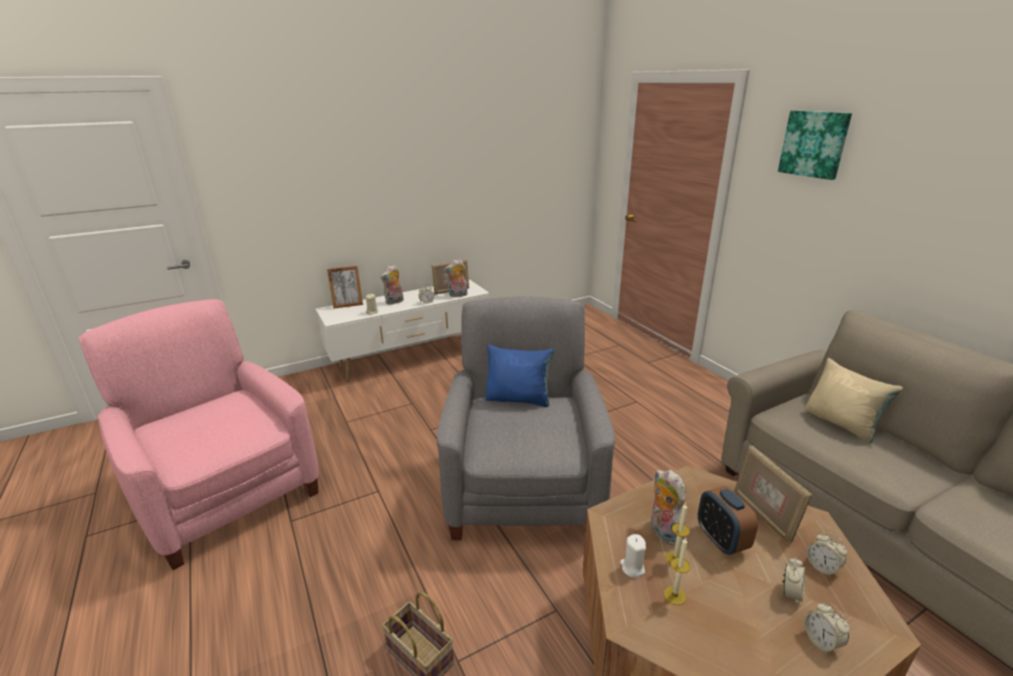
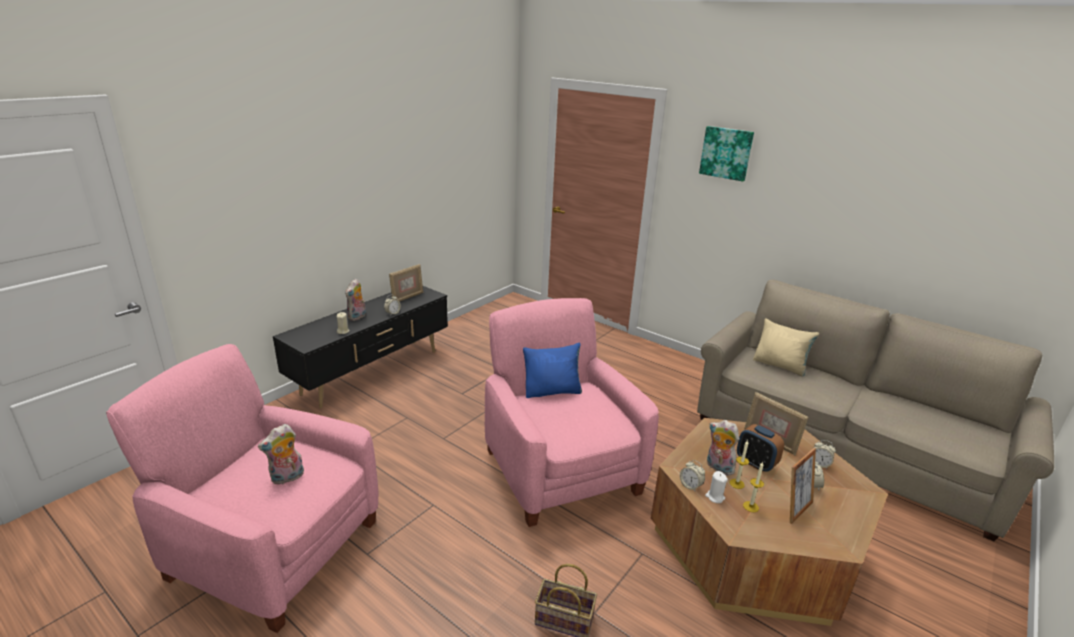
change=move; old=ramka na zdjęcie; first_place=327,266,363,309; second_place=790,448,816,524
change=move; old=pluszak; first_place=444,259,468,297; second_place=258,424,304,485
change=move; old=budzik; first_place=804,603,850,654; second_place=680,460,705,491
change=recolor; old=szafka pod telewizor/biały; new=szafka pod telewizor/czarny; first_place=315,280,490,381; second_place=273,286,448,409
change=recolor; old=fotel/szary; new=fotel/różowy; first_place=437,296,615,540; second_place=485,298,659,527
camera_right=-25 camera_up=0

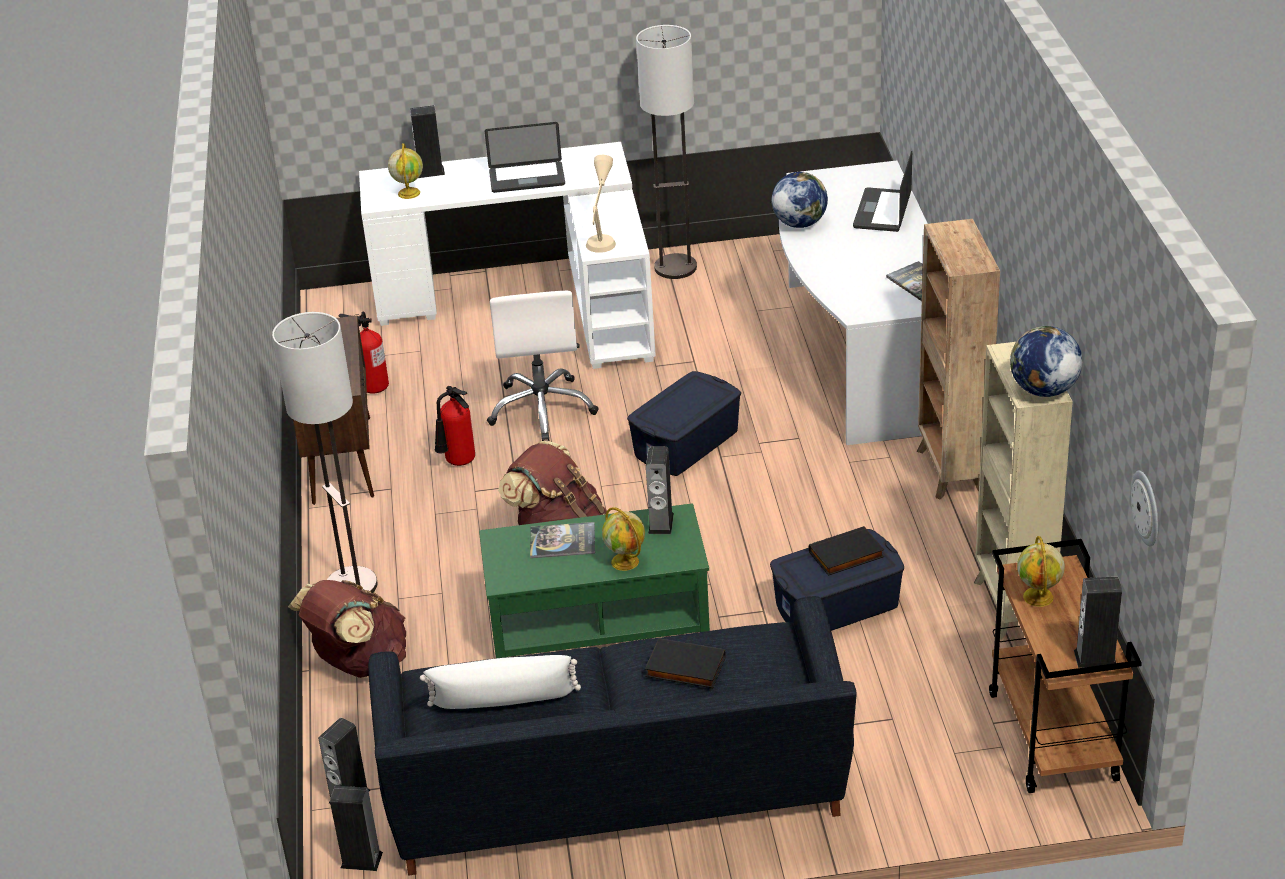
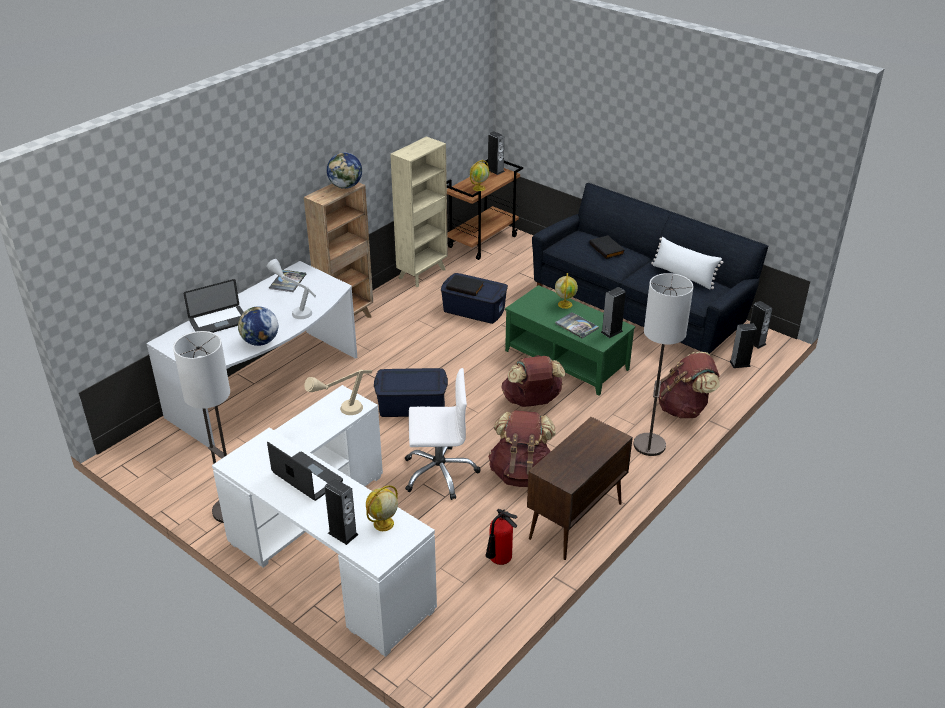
change=delete; old=zegar ścienny; first_place=1131,471,1158,546
change=insert; new=lampa stołowa/szary; second_place=266,259,316,319
change=move; old=głośnik; first_place=646,446,674,534; second_place=601,287,626,338
change=move; old=globus; first_place=1010,326,1083,397; second_place=327,152,362,189
change=replace; old=gaśnica; new=plecak/brązowy; first_place=435,386,475,466; second_place=488,410,556,487
change=rotate; old=krzesło biurowe/biały; first_place=487,291,599,441; second_place=405,368,481,500; degrees=45
camera_right=-135 camera_up=0

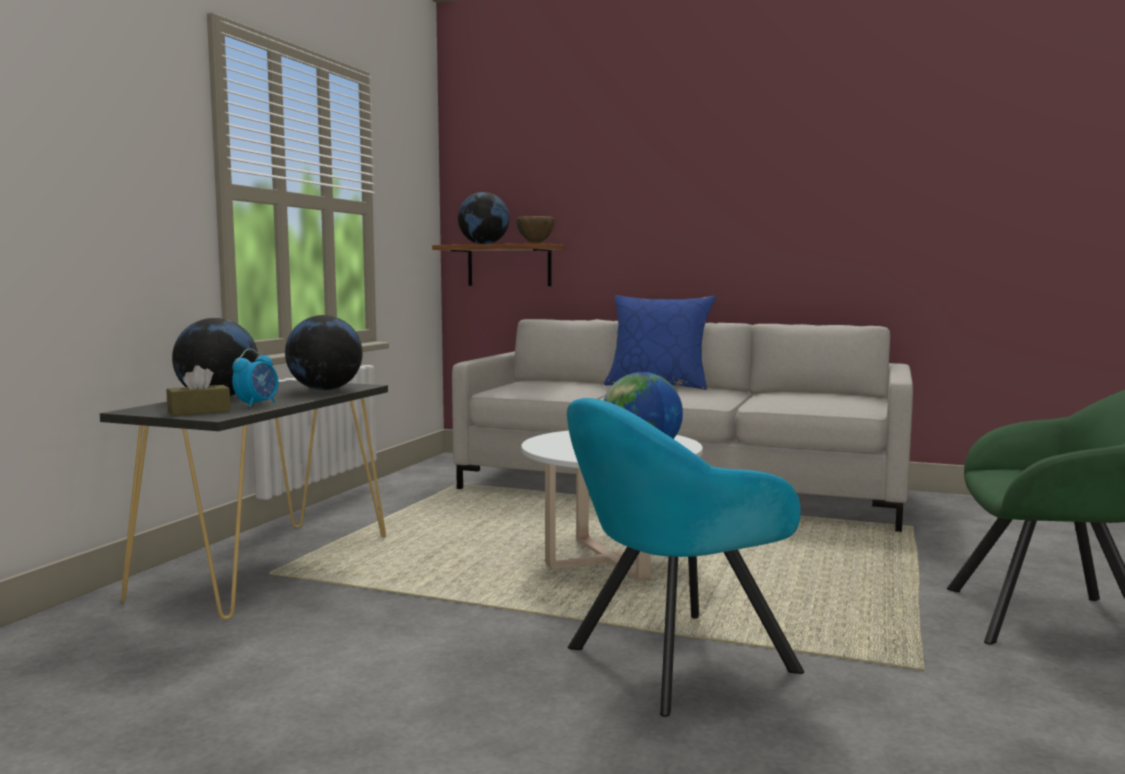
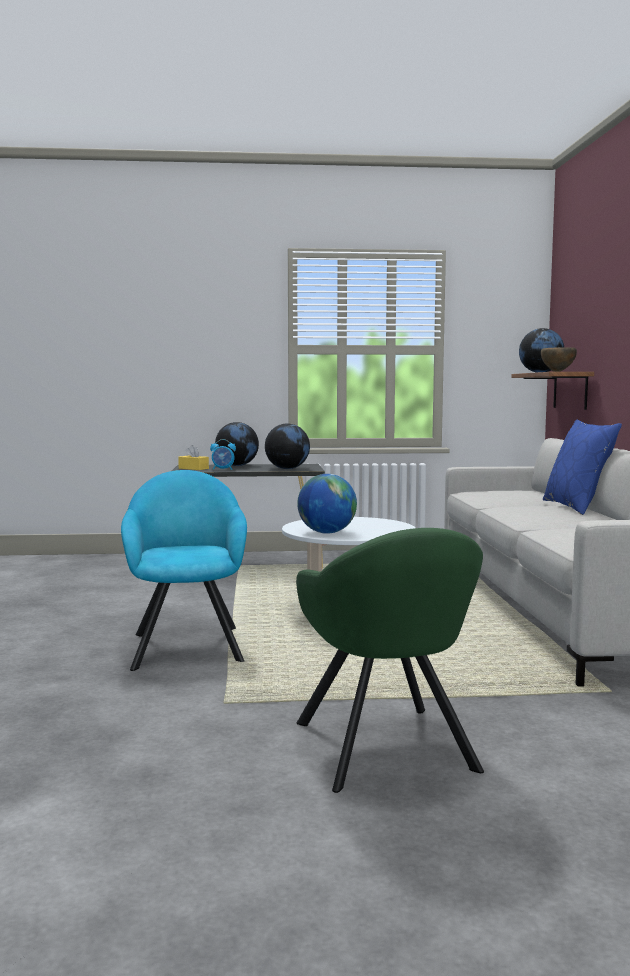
change=recolor; old=pudełko chusteczek/brązowy; new=pudełko chusteczek/żółty; first_place=167,365,231,416; second_place=178,445,209,470
change=rotate; old=fotel/turkusowy; first_place=567,398,804,717; second_place=121,470,247,671; degrees=45
camera_right=65 camera_up=0

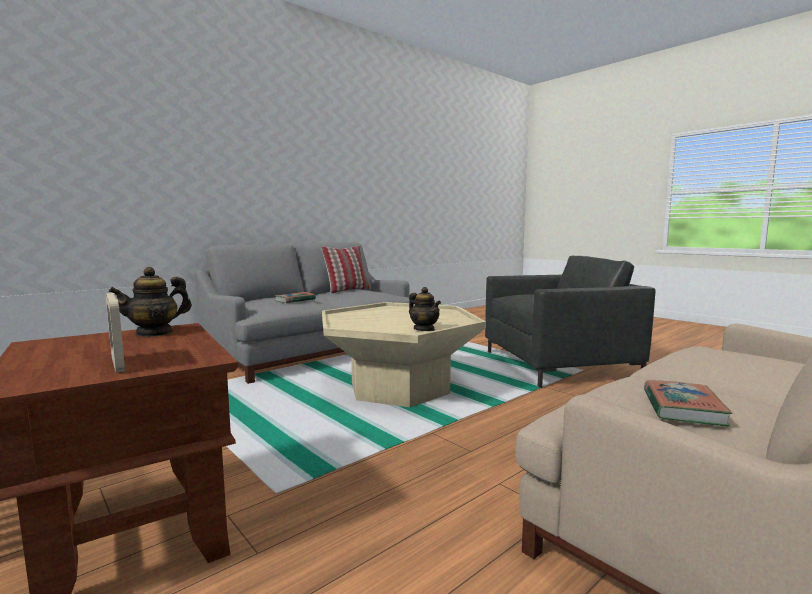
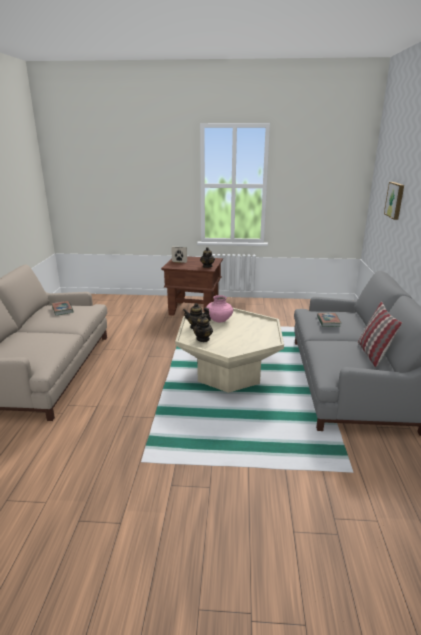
change=delete; old=fotel/szary; first_place=485,256,656,388
change=insert; new=imbryk; second_place=193,314,213,342
change=insert; new=wazon/różowy; second_place=206,295,233,322
change=insert; new=obraz; second_place=384,182,404,220
camera_right=135 camera_up=15

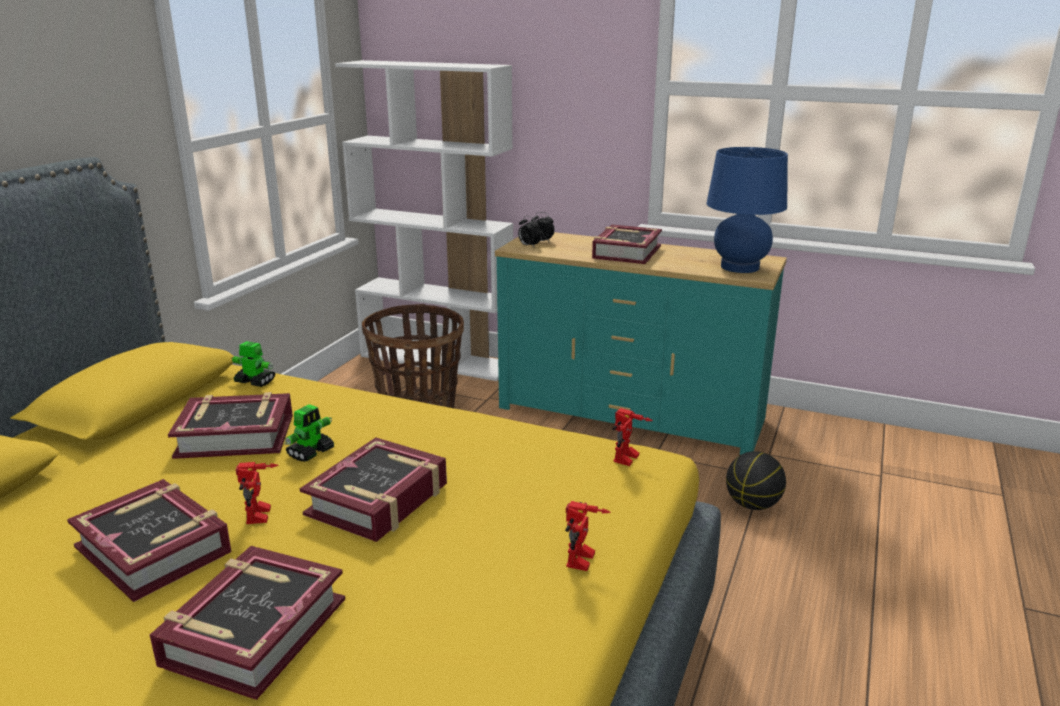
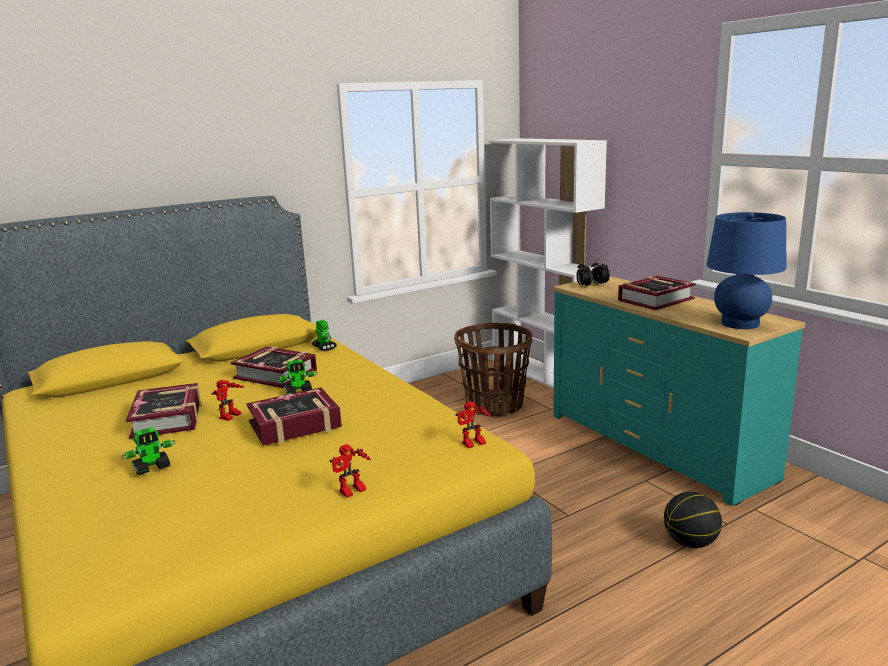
change=replace; old=książka; new=robot zabawkowy; first_place=150,546,345,700; second_place=122,427,176,475
camera_right=35 camera_up=-5

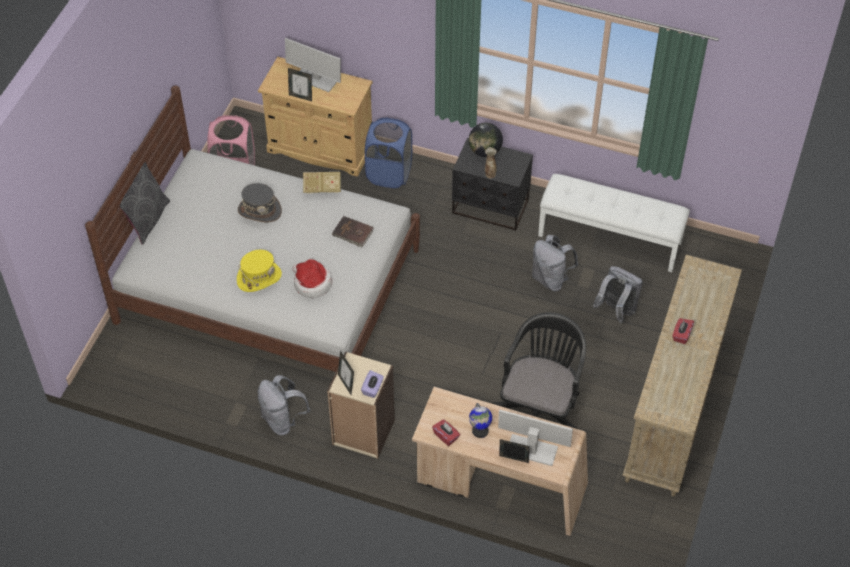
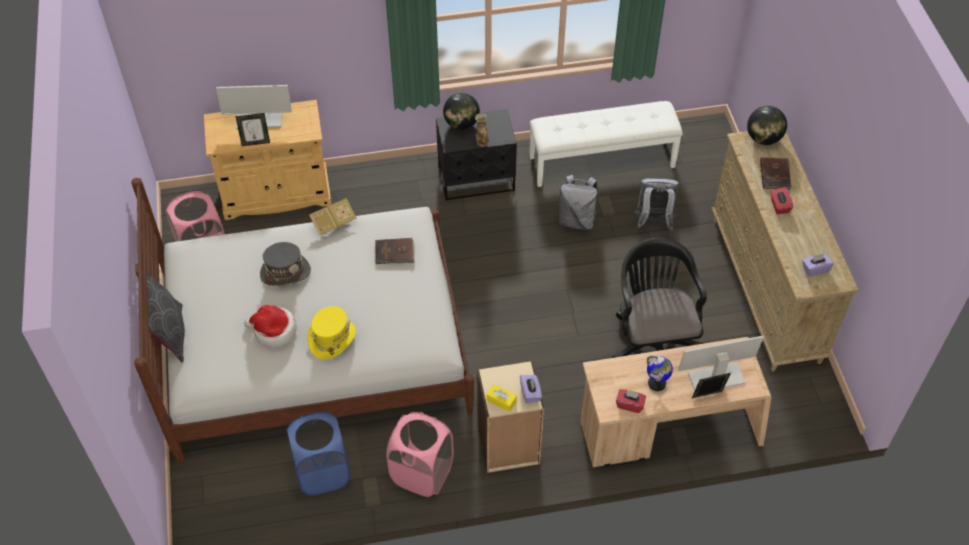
change=insert; new=globus; second_place=747,106,787,145
change=insert; new=książka/brązowy; second_place=760,157,792,190
change=insert; new=pudełko chusteczek/fioletowy; second_place=802,253,834,276
change=move; old=kapelusz; first_place=292,259,332,298; second_place=244,305,297,348
change=move; old=kosz na pranie/niebieski; first_place=365,117,412,188; second_place=286,412,350,496
change=replace; old=plecak/szary; new=kosz na pranie/różowy; first_place=258,375,311,435; second_place=387,412,454,497
change=replace; old=ramka na zdjęcie; new=pudełko chusteczek/żółty; first_place=338,351,354,395; second_place=486,384,517,412
camera_right=-30 camera_up=0

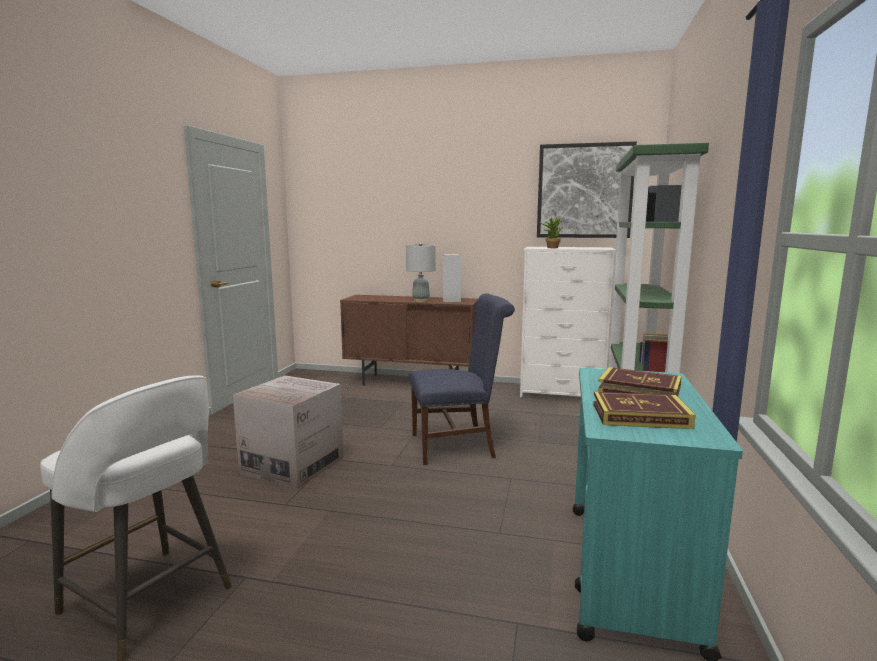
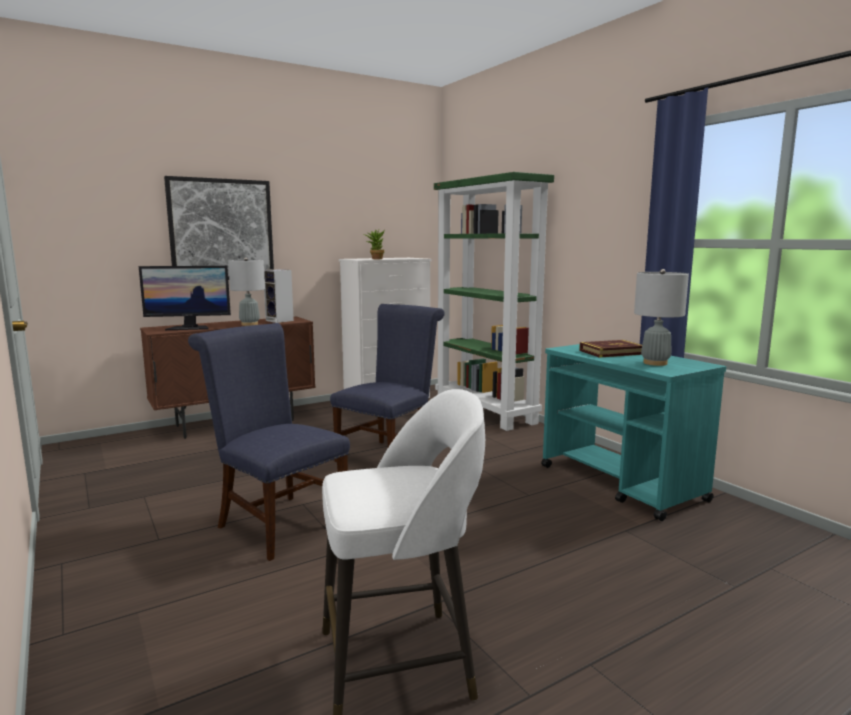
change=insert; new=monitor; second_place=139,266,231,330
change=move; old=obraz; first_place=537,141,637,238; second_place=164,176,274,280
change=replace; old=karton; new=krzesło/niebieski; first_place=233,375,344,489; second_place=188,323,350,561
change=replace; old=książka; new=lampa stołowa/szary; first_place=593,392,695,429; second_place=634,269,689,366
camera_right=-45 camera_up=0

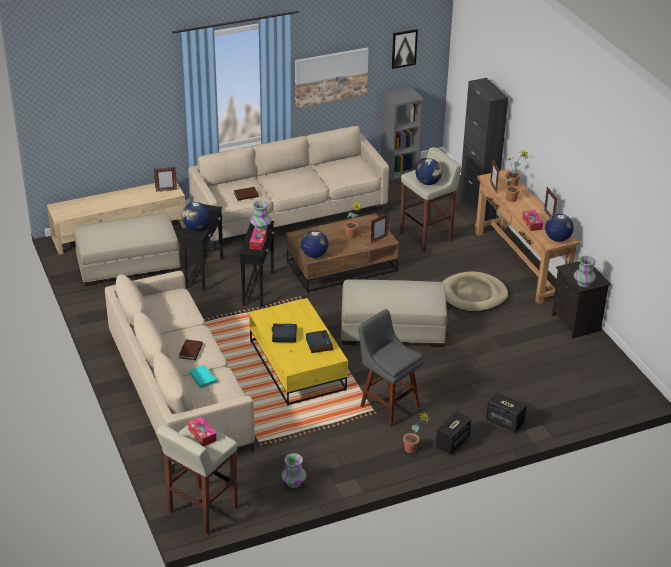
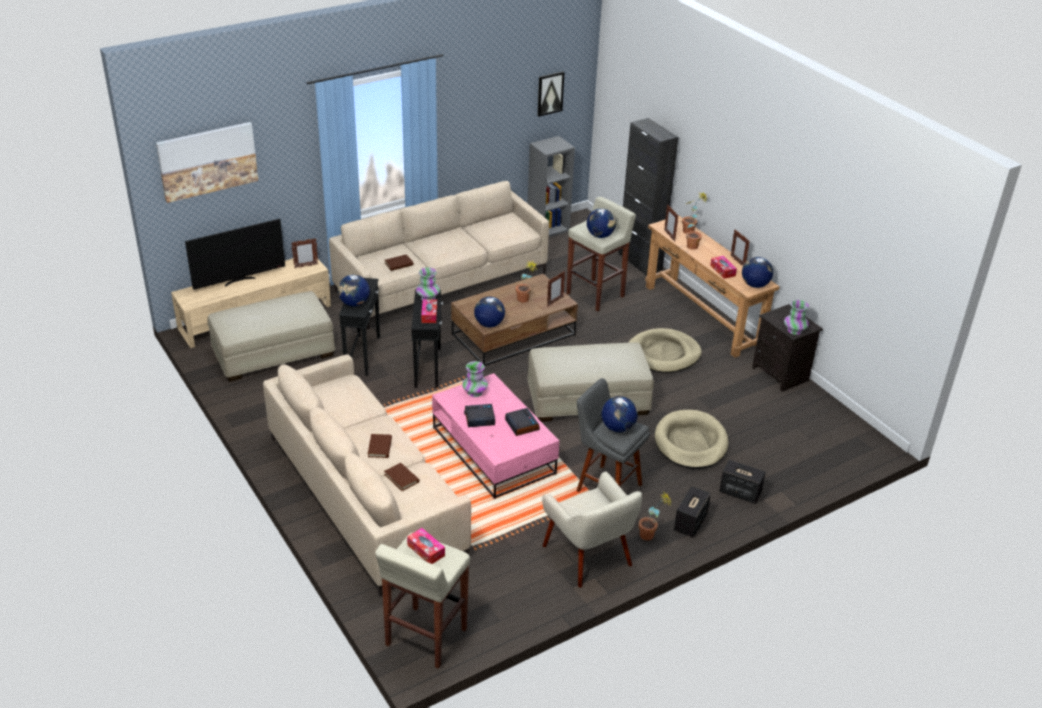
change=insert; new=telewizor; second_place=185,219,285,290
change=insert; new=fotel/beżowy; second_place=542,471,642,588
change=insert; new=globus; second_place=602,396,638,432
change=insert; new=legowisko/beżowy; second_place=655,410,729,469
change=move; old=wazon; first_place=281,453,306,488; second_place=462,361,488,397
change=move; old=obraz; first_place=295,47,369,108; second_place=156,122,258,203
change=recolor; old=książka/turkusowy; new=książka/brązowy; first_place=189,365,217,389; second_place=384,463,420,491
change=recolor; old=ława/żółty; new=ława/różowy; first_place=249,298,348,406; second_place=432,373,559,499
camera_right=-10 camera_up=0

